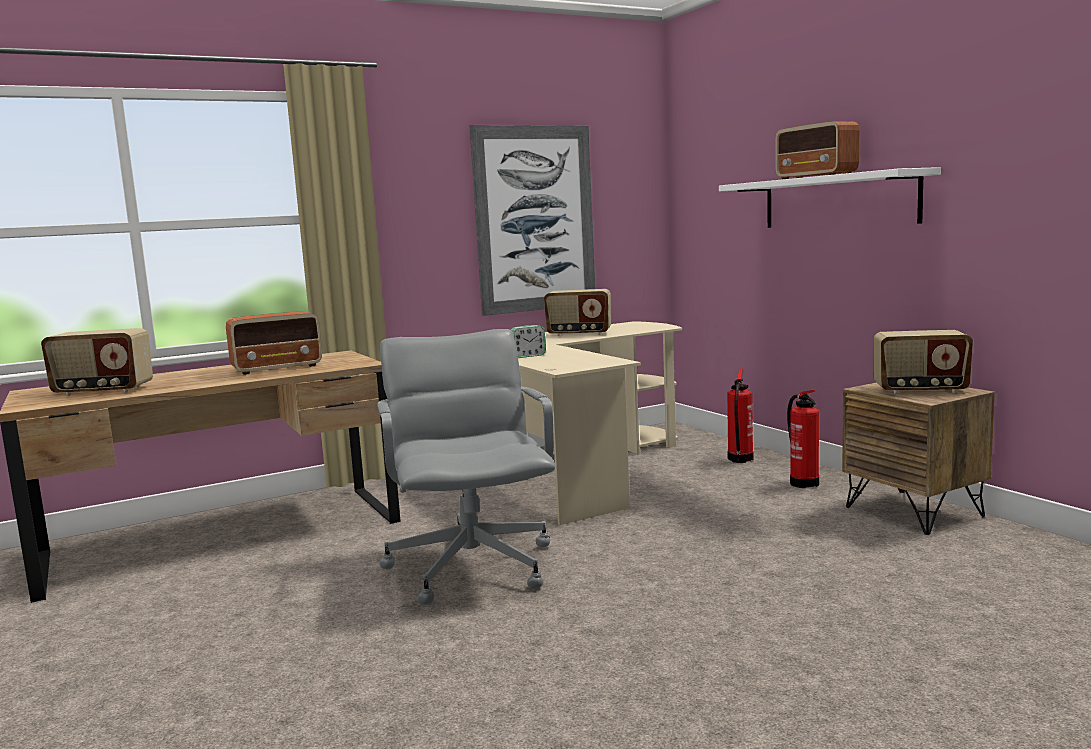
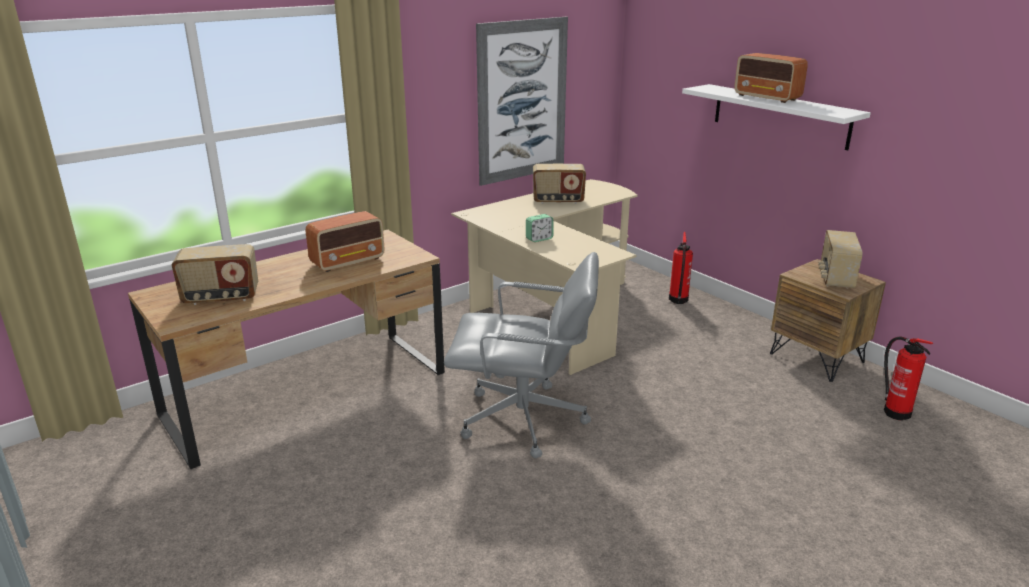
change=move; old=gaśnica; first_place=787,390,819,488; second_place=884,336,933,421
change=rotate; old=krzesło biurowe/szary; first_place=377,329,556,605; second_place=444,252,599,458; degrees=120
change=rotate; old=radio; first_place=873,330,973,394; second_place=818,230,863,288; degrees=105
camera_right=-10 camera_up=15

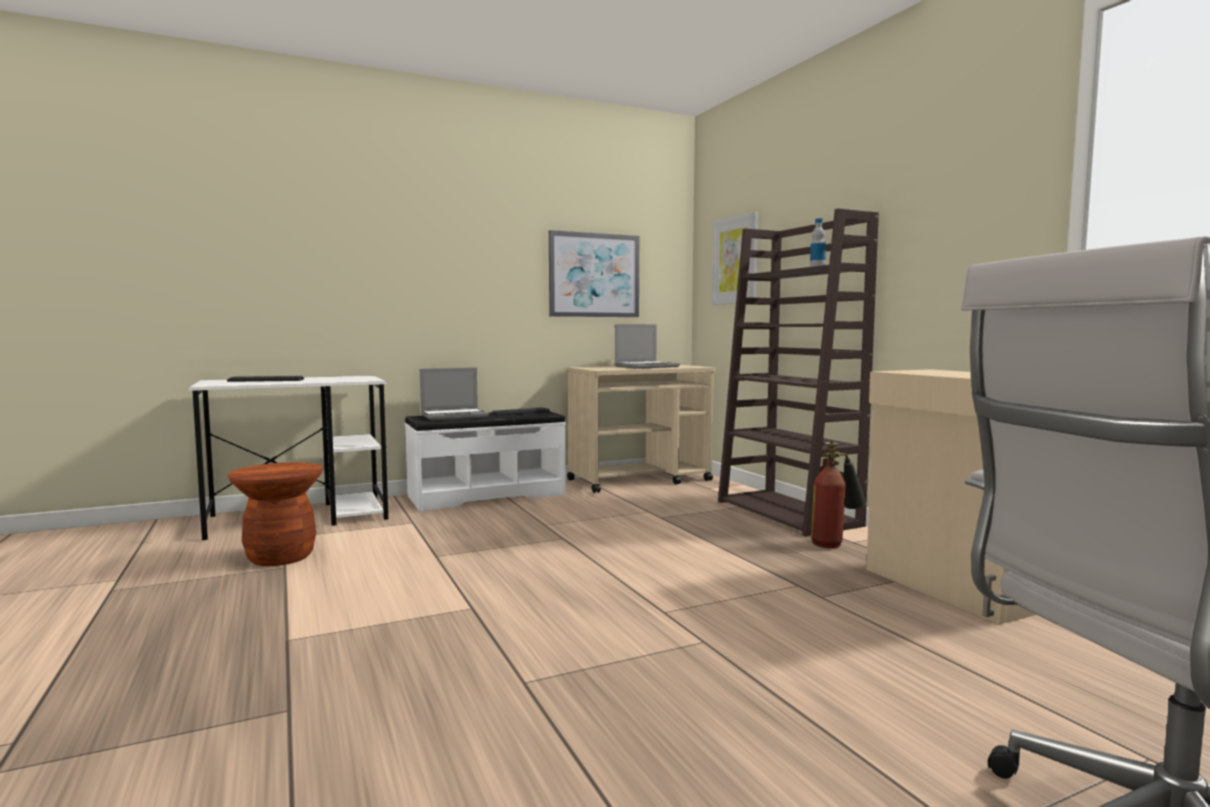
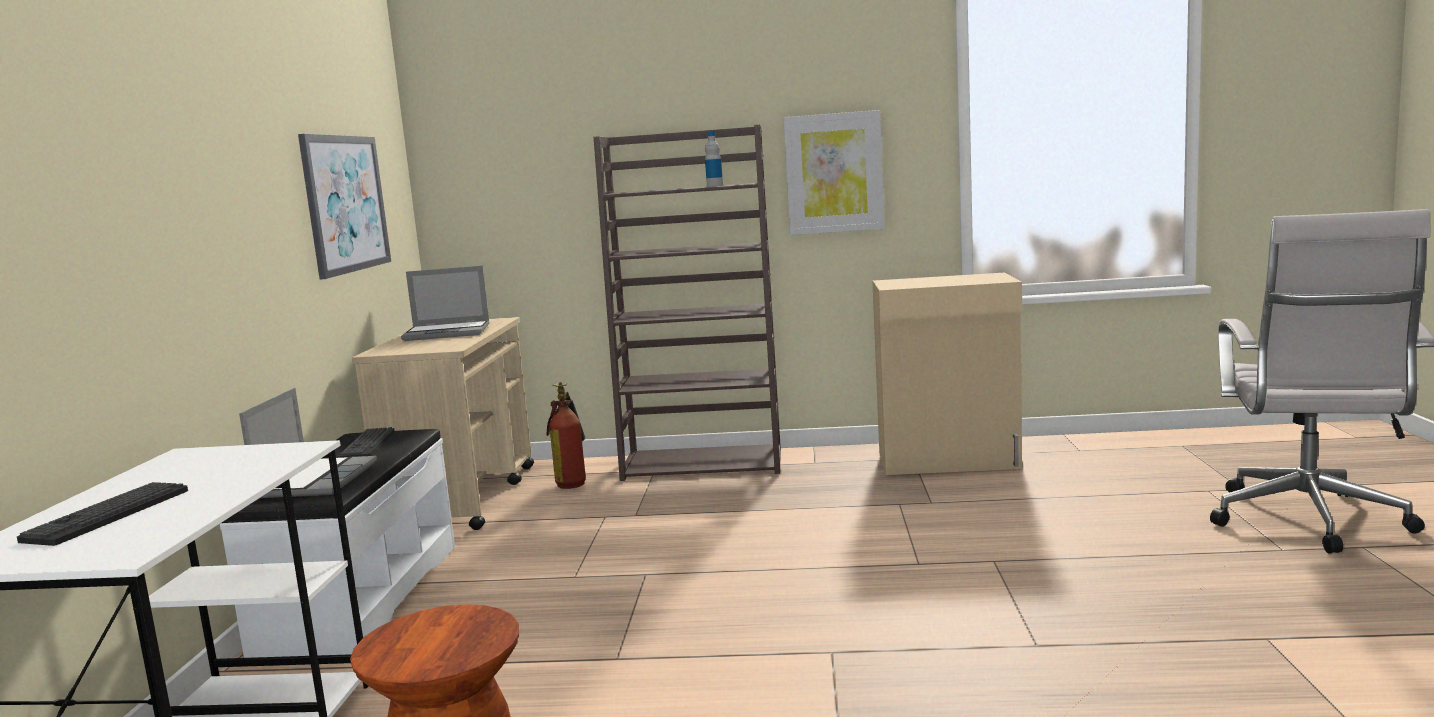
change=move; old=obraz; first_place=712,212,758,305; second_place=783,110,884,235
change=move; old=gaśnica; first_place=811,441,867,548; second_place=547,382,586,489
change=rotate; old=laptop; first_place=614,324,680,369; second_place=401,266,489,341; degrees=90
camera_right=-60 camera_up=5

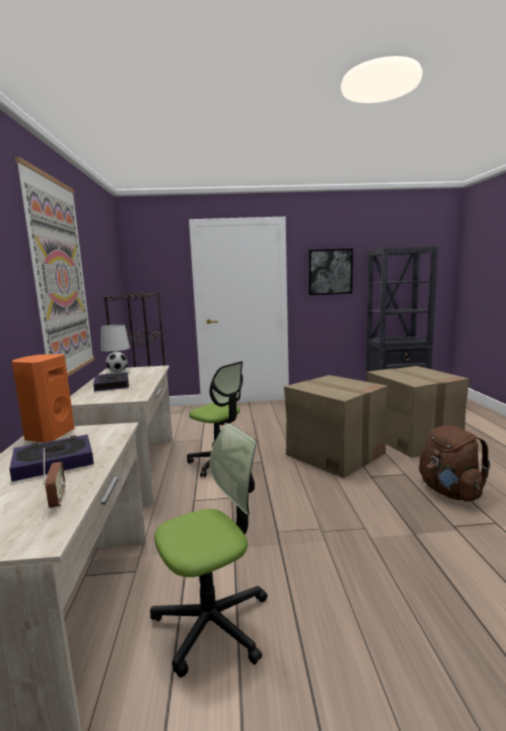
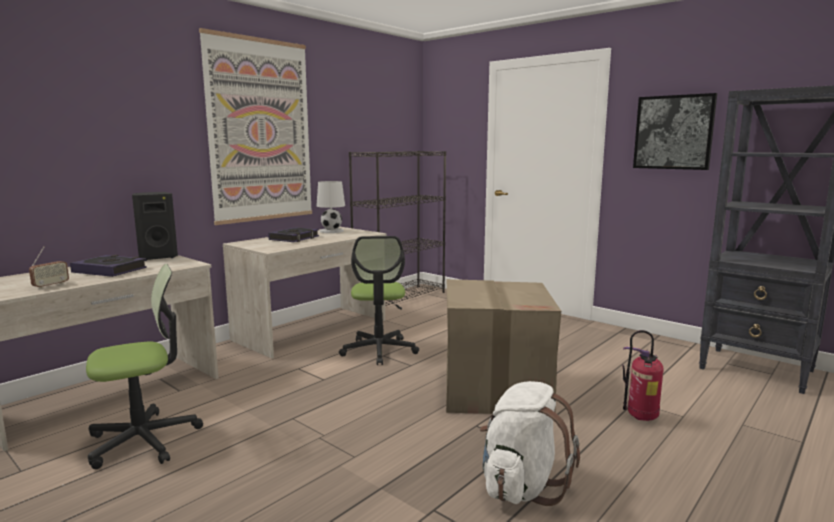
change=replace; old=karton; new=gaśnica; first_place=367,366,469,457; second_place=622,330,664,421
change=recolor; old=głośnik/pomarańczowy; new=głośnik/czarny; first_place=12,354,75,443; second_place=132,192,178,261
change=recolor; old=plecak/brązowy; new=plecak/biały; first_place=419,425,491,502; second_place=480,381,580,506
change=rotate; old=krzesło biurowe; first_place=150,424,267,677; second_place=86,264,203,469; degrees=-45
camera_right=45 camera_up=0

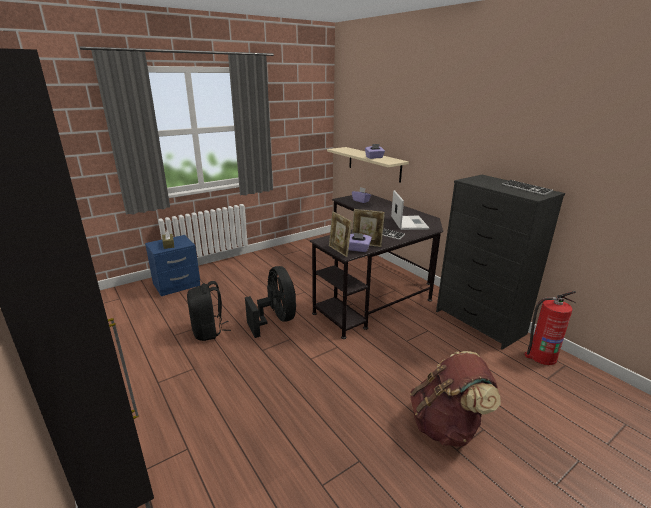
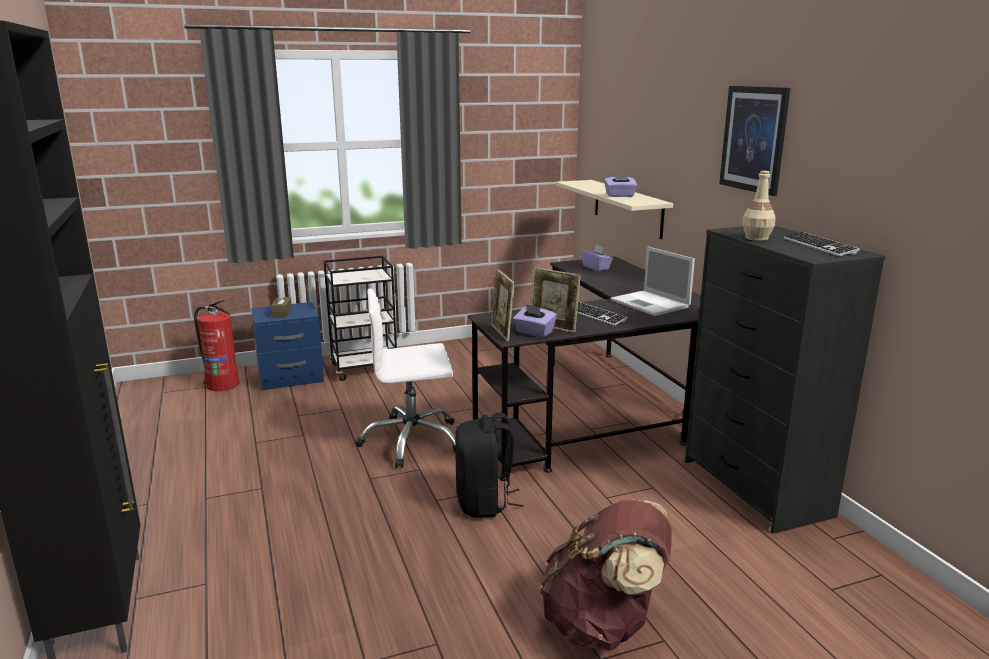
change=insert; new=wózek/czarny; second_place=324,256,397,381
change=insert; new=obraz; second_place=719,86,790,196
change=insert; new=butelka/beżowy; second_place=742,171,776,241
change=move; old=plecak/czarny; first_place=187,281,231,341; second_place=455,413,524,518
change=move; old=gaśnica; first_place=524,291,576,365; second_place=194,300,239,391
change=replace; old=wentylator/czarny; new=krzesło biurowe/biały; first_place=245,266,296,338; second_place=356,289,456,468
change=rotate; old=laptop; first_place=391,190,429,230; second_place=610,246,695,316; degrees=135
camera_right=15 camera_up=-5

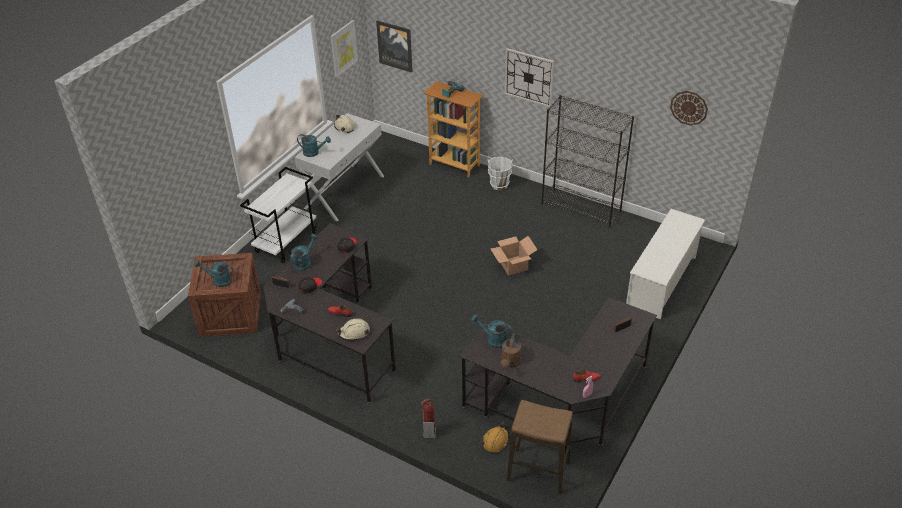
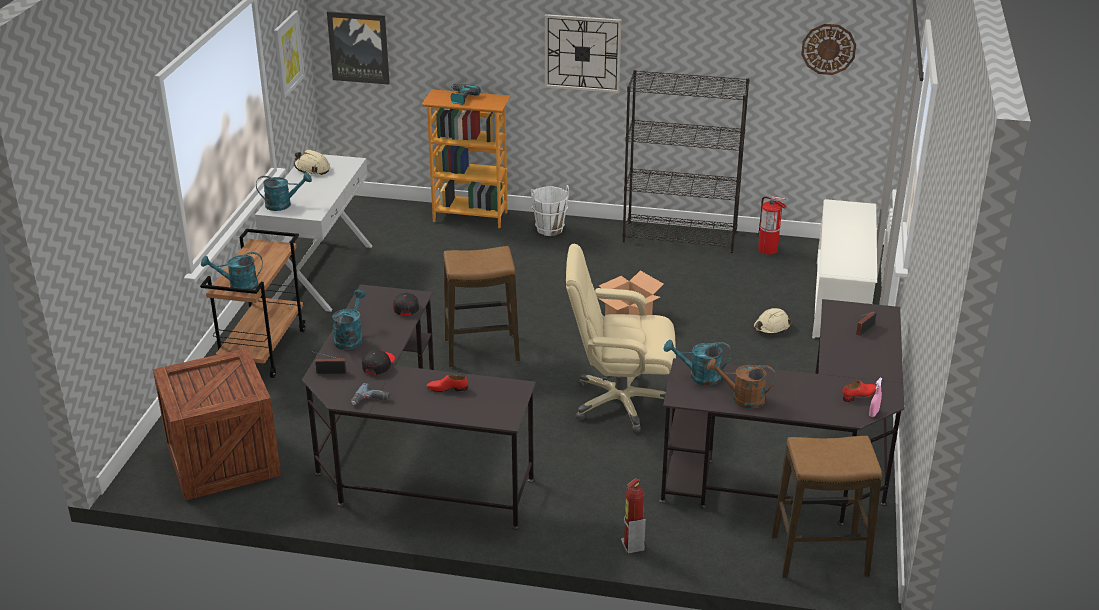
change=delete; old=kask/pomarańczowy; first_place=482,422,509,453
change=insert; new=stołek; second_place=444,246,520,367
change=insert; new=krzesło biurowe/beżowy; second_place=566,244,676,433
change=insert; new=gaśnica; second_place=757,196,786,255
change=move; old=konewka/turkusowy; first_place=194,260,234,287; second_place=201,252,263,293
change=move; old=kask/beżowy; first_place=337,318,370,341; second_place=753,308,791,335
change=recolor; old=wózek/biały; new=wózek/brązowy; first_place=240,167,317,263; second_place=200,229,306,378
change=rotate; old=konewka/brązowy; first_place=501,333,521,368; second_place=706,358,776,409; degrees=105
camera_right=-20 camera_up=-10

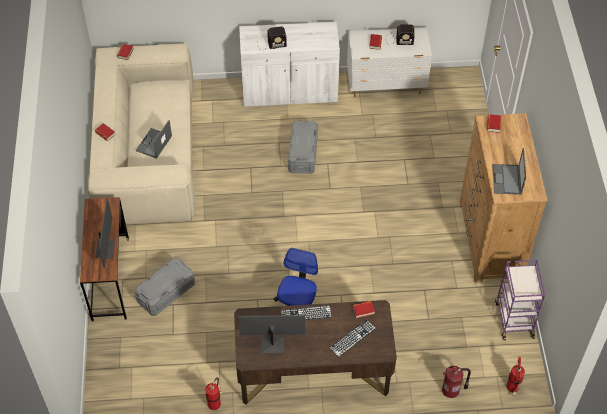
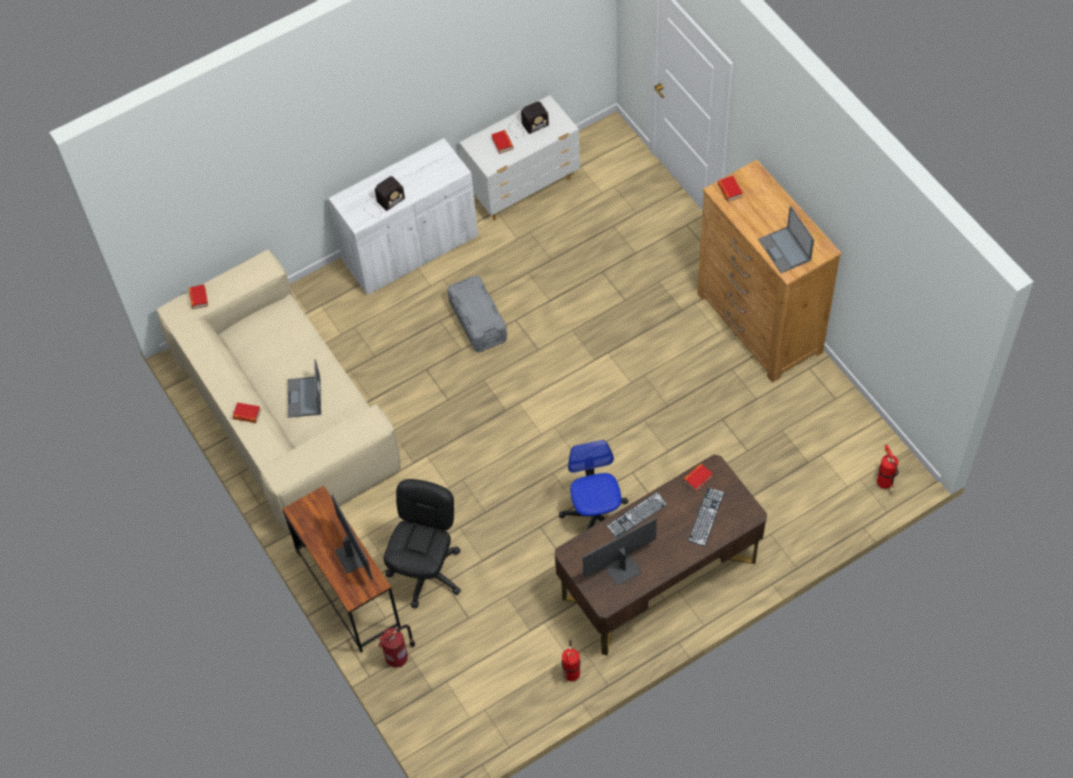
change=delete; old=wózek/fioletowy; first_place=495,260,545,341
change=move; old=gaśnica; first_place=442,366,471,398; second_place=378,625,415,667
change=replace; old=pojemnik do przechowywania/szary; new=krzesło biurowe/czarny; first_place=134,257,195,316; second_place=384,479,461,608
camera_right=-25 camera_up=5

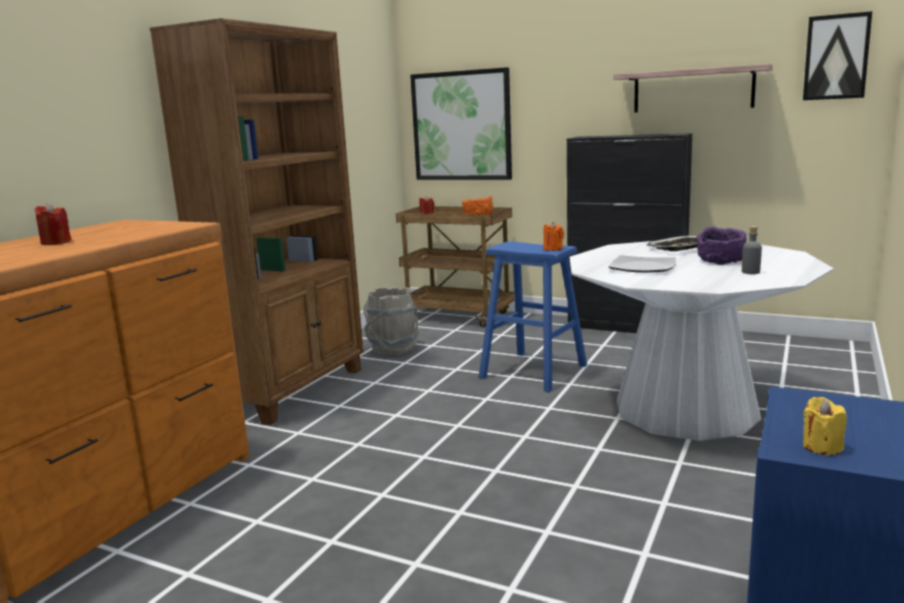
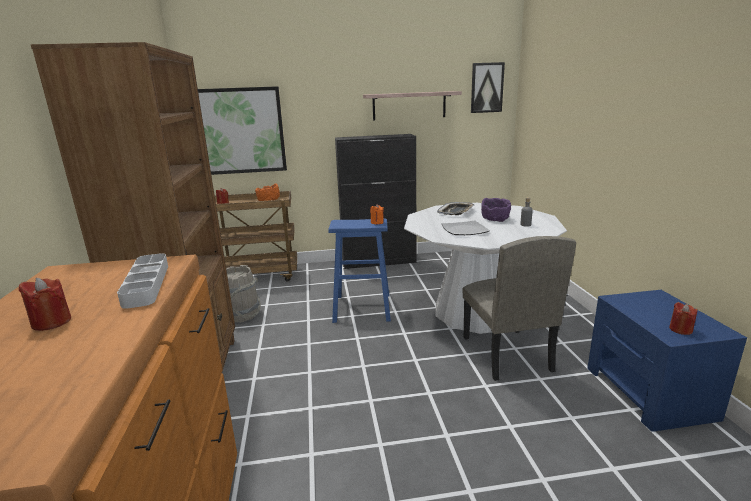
change=insert; new=taca/szary; second_place=117,253,168,309
change=insert; new=krzesło/beżowy; second_place=463,236,576,381
change=recolor; old=świeca/żółty; new=świeca/czerwony; first_place=803,397,847,455; second_place=669,302,698,335
camera_right=-35 camera_up=5

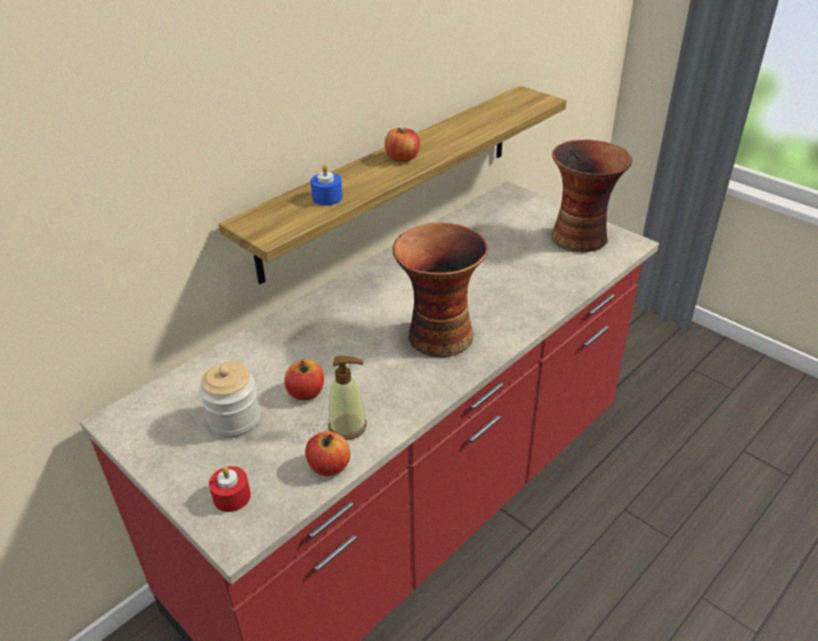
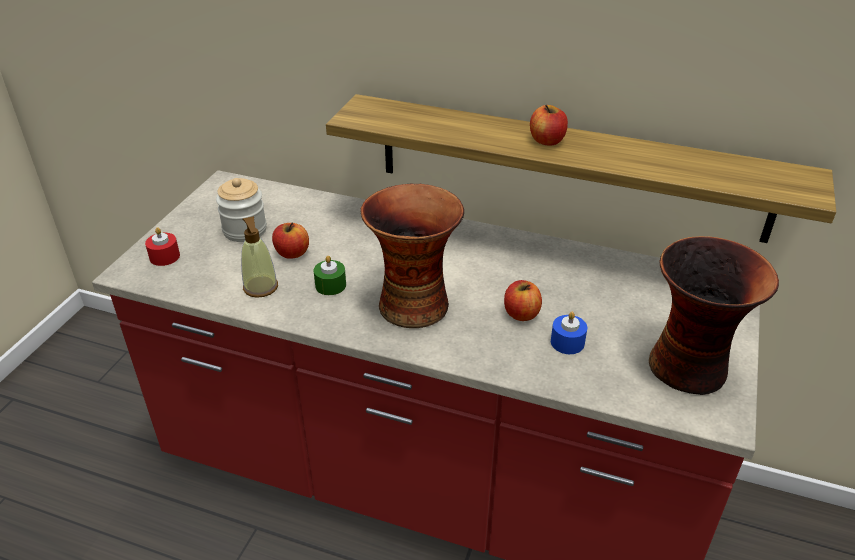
change=insert; new=świeca/zielony; second_place=314,255,346,295
change=move; old=jabłko; first_place=305,431,350,476; second_place=504,280,542,321
change=move; old=świeca/niebieski; first_place=310,164,343,205; second_place=551,312,587,354
camera_right=65 camera_up=0

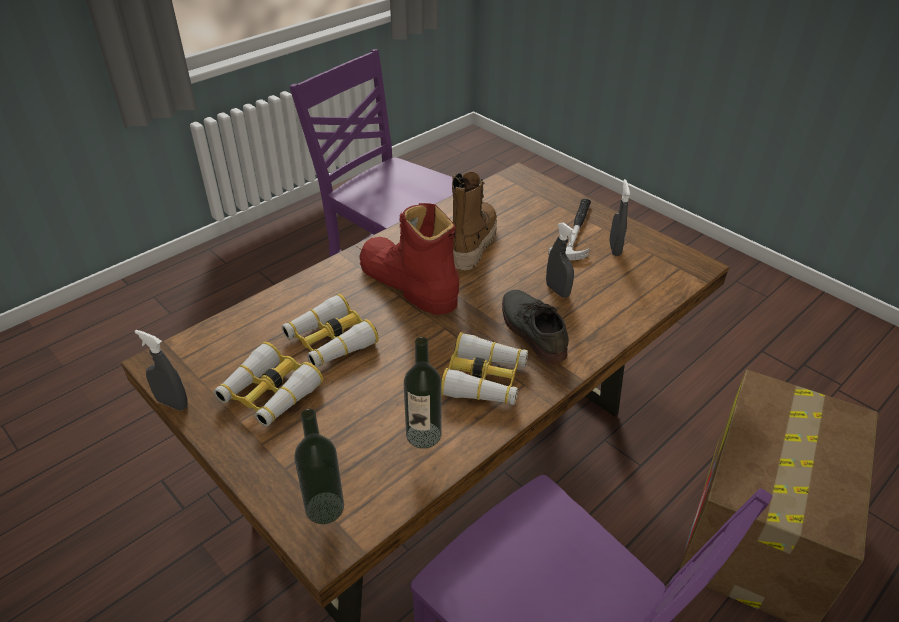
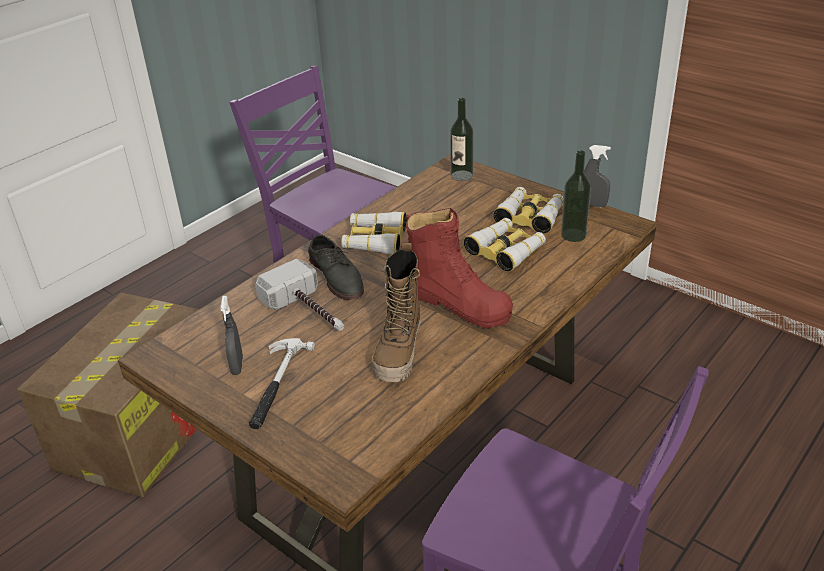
change=move; old=butelka; first_place=404,337,441,449; second_place=561,150,591,242
change=replace; old=spryskiwacz/szary; new=młotek; first_place=546,222,577,298; second_place=255,259,344,331
camera_right=175 camera_up=-5

